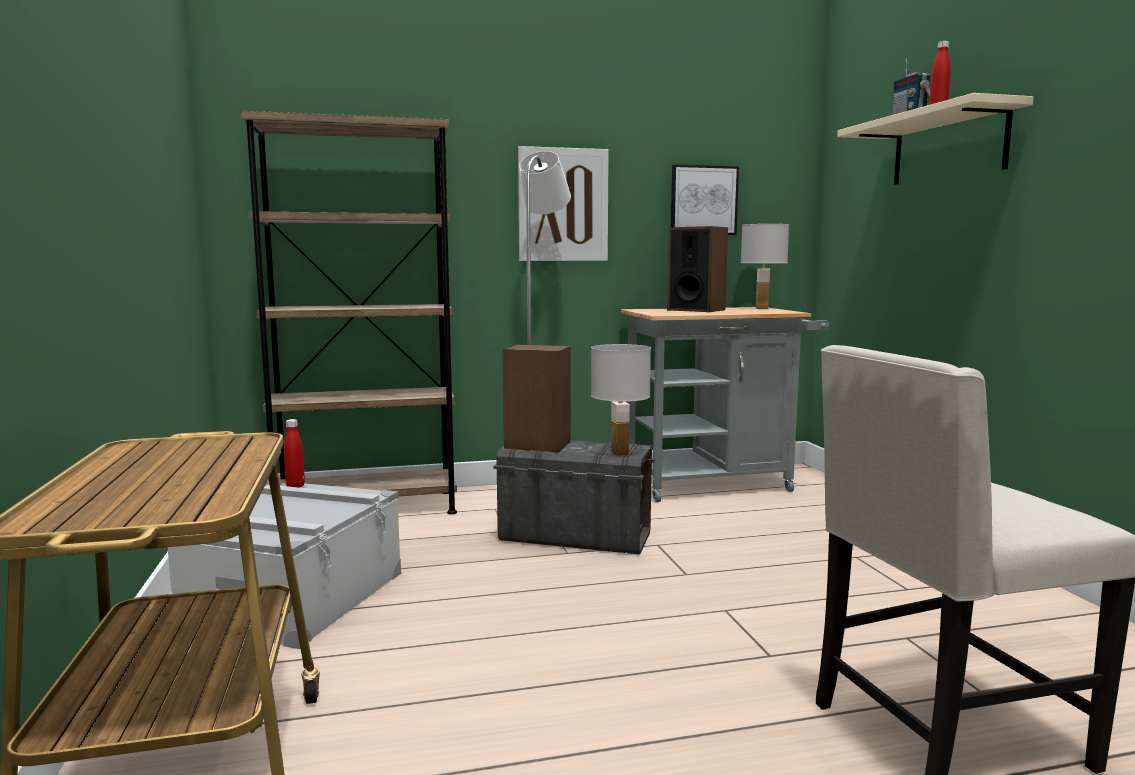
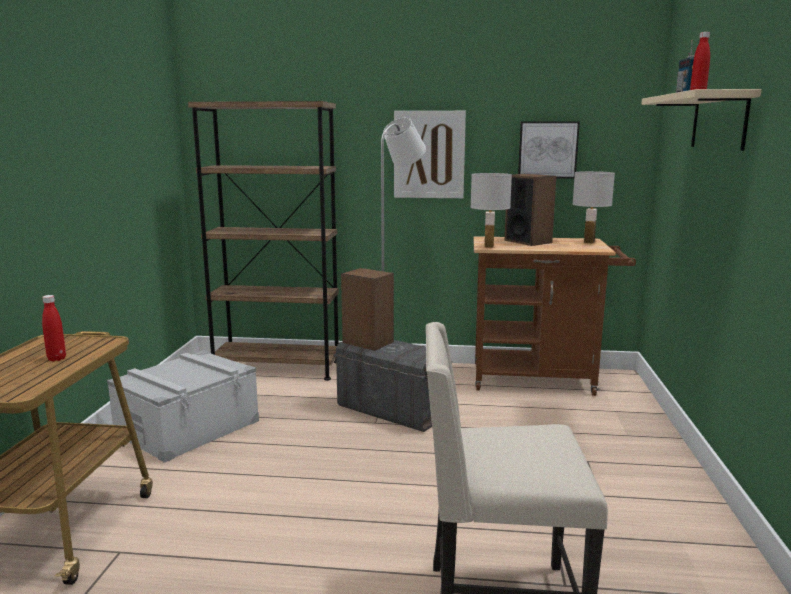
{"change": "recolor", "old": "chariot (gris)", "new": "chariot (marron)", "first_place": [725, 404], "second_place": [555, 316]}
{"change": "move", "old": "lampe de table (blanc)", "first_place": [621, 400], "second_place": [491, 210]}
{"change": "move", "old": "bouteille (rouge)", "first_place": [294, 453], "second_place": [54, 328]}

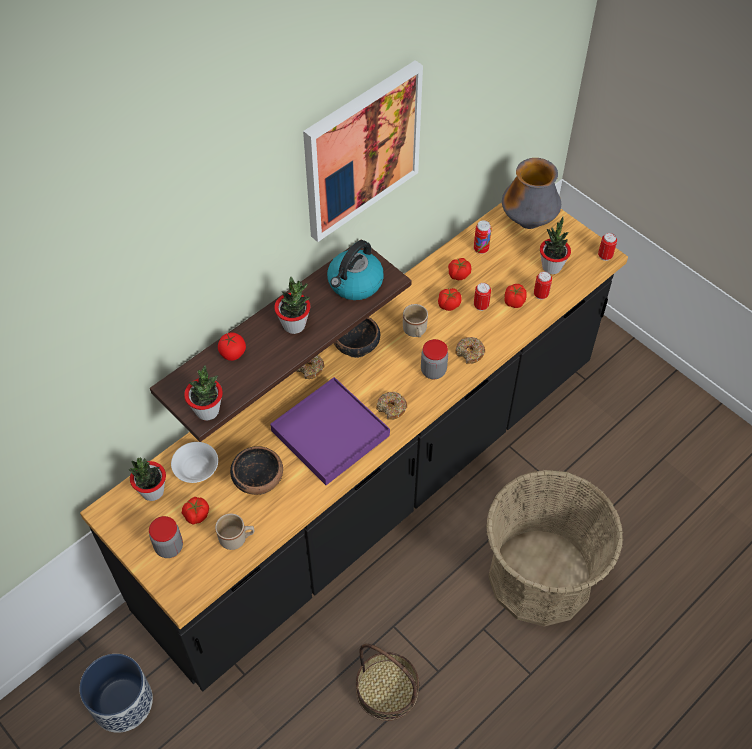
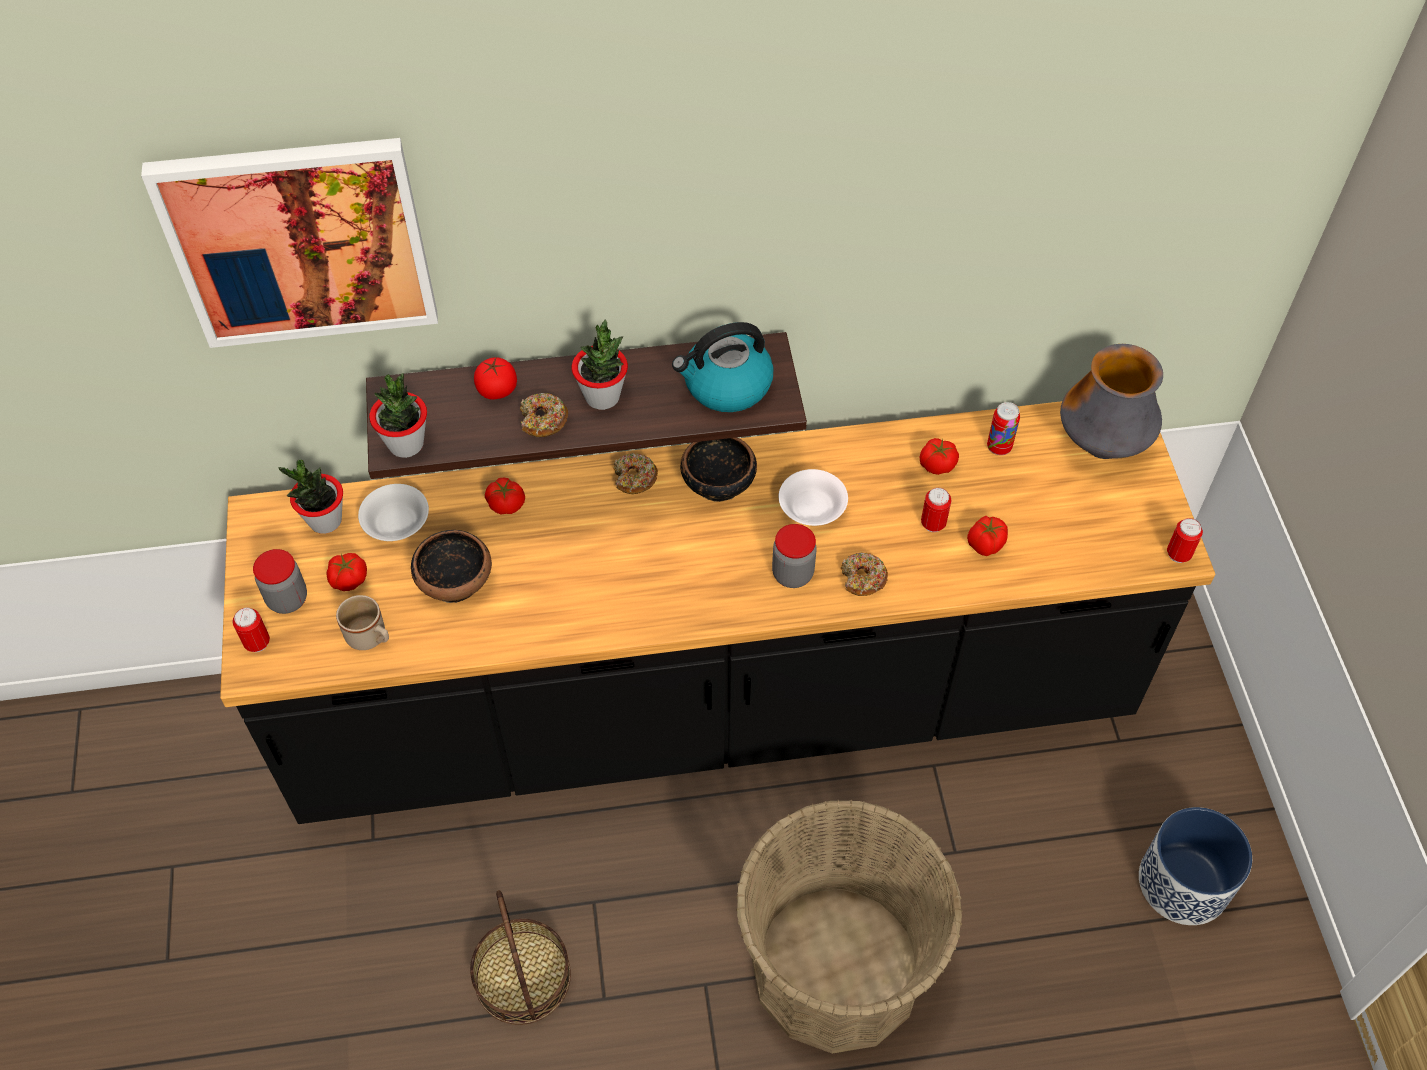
{"change": "move", "old": "tableau", "first_place": [363, 151], "second_place": [289, 243]}
{"change": "delete", "old": "plante en pot", "first_place": [555, 245]}
{"change": "move", "old": "boîte métallique", "first_place": [543, 286], "second_place": [251, 630]}
{"change": "move", "old": "tomate", "first_place": [449, 299], "second_place": [505, 495]}
{"change": "replace", "old": "mug (beige)", "new": "bol (blanc)", "first_place": [415, 320], "second_place": [813, 497]}
{"change": "delete", "old": "plateau (violet)", "first_place": [330, 431]}
{"change": "move", "old": "beignet", "first_place": [391, 406], "second_place": [544, 415]}
{"change": "move", "old": "cache-pot", "first_place": [116, 693], "second_place": [1195, 866]}

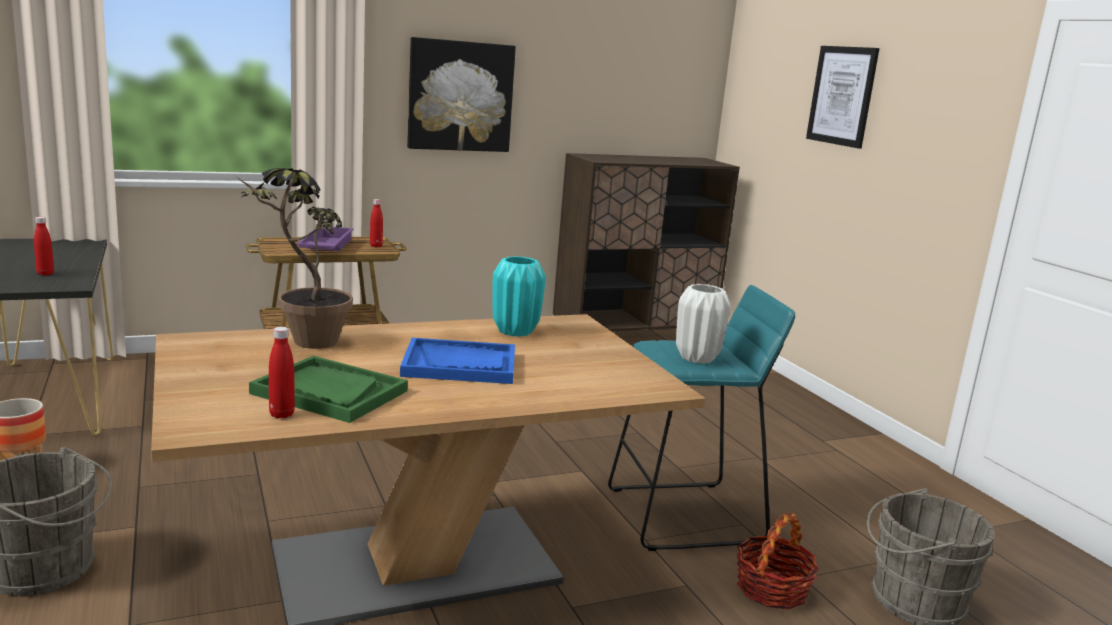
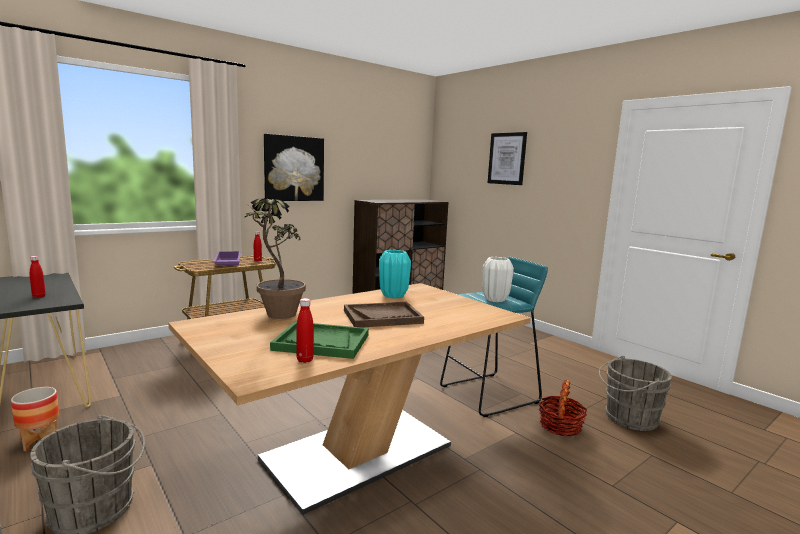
{"change": "recolor", "old": "plateau (bleu)", "new": "plateau (marron)", "first_place": [457, 361], "second_place": [384, 315]}

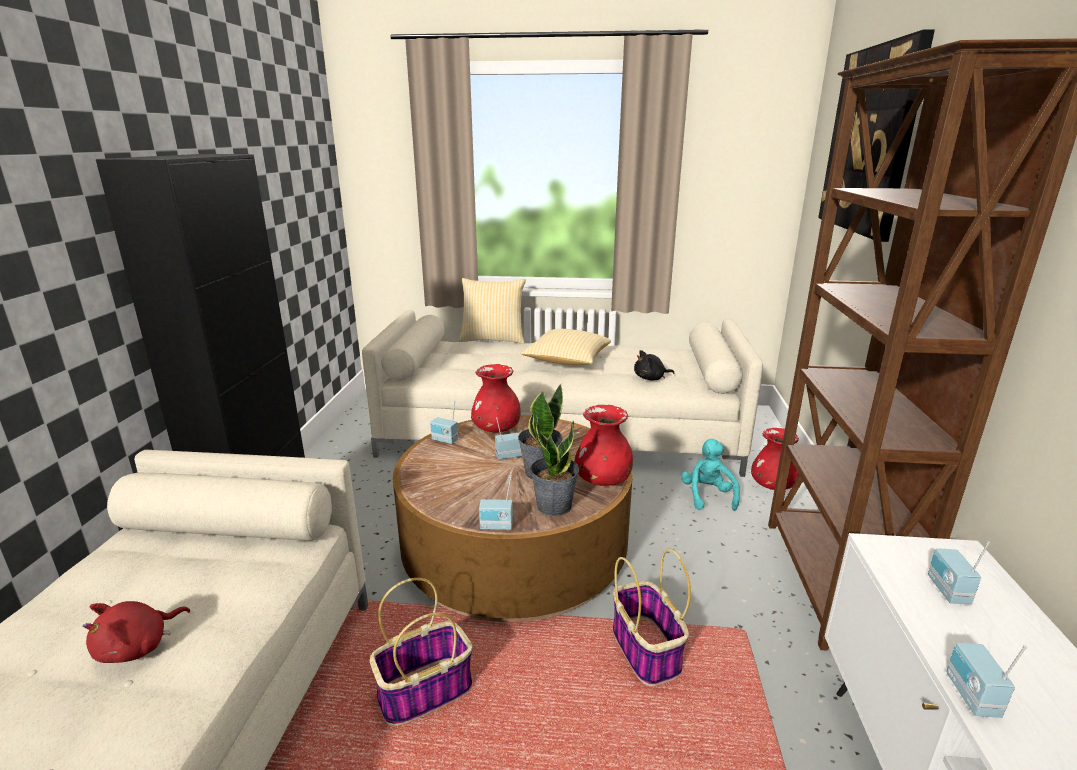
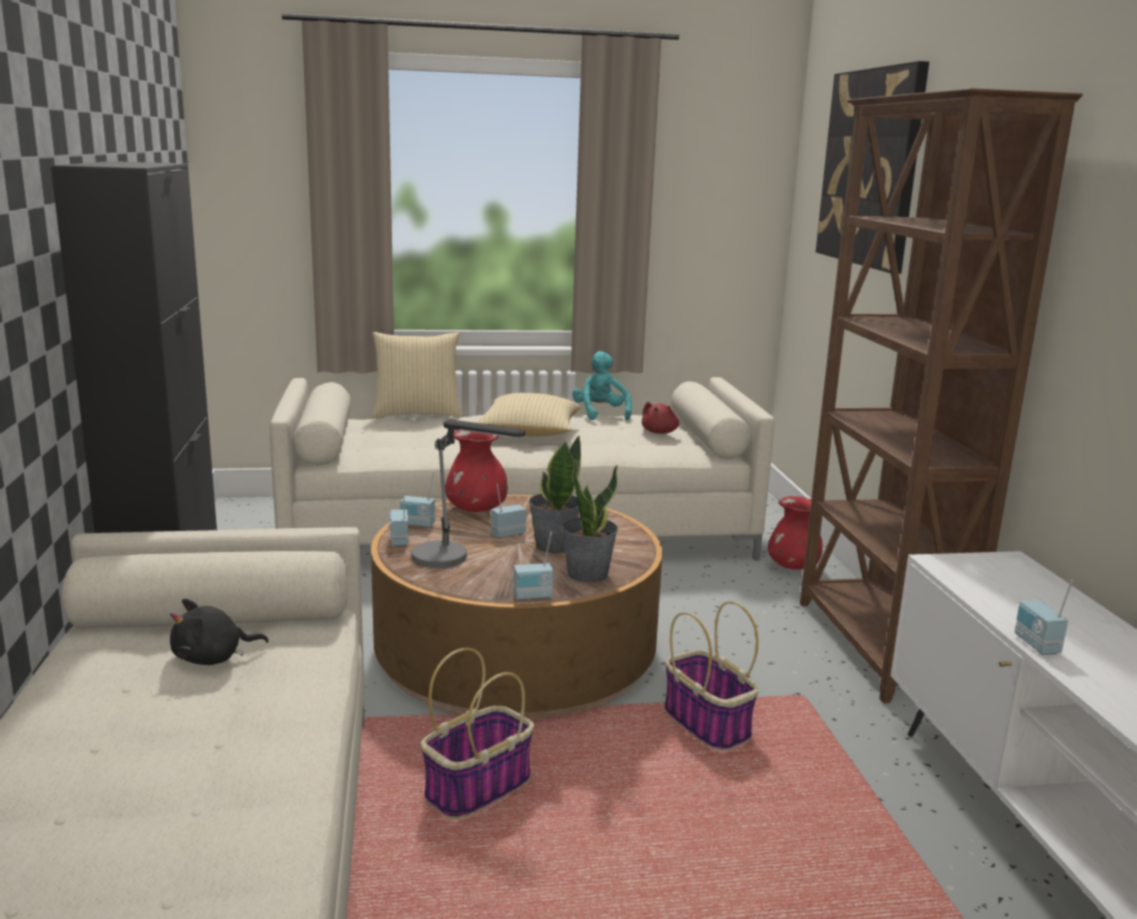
{"change": "move", "old": "peluche (noir)", "first_place": [654, 365], "second_place": [219, 632]}
{"change": "delete", "old": "vase (rouge)", "first_place": [603, 445]}
{"change": "move", "old": "peluche (turquoise)", "first_place": [710, 475], "second_place": [602, 385]}
{"change": "move", "old": "radio", "first_place": [959, 573], "second_place": [398, 518]}
{"change": "move", "old": "peluche (rouge)", "first_place": [136, 632], "second_place": [660, 418]}
{"change": "insert", "new": "lampe de table", "second_place": [468, 493]}

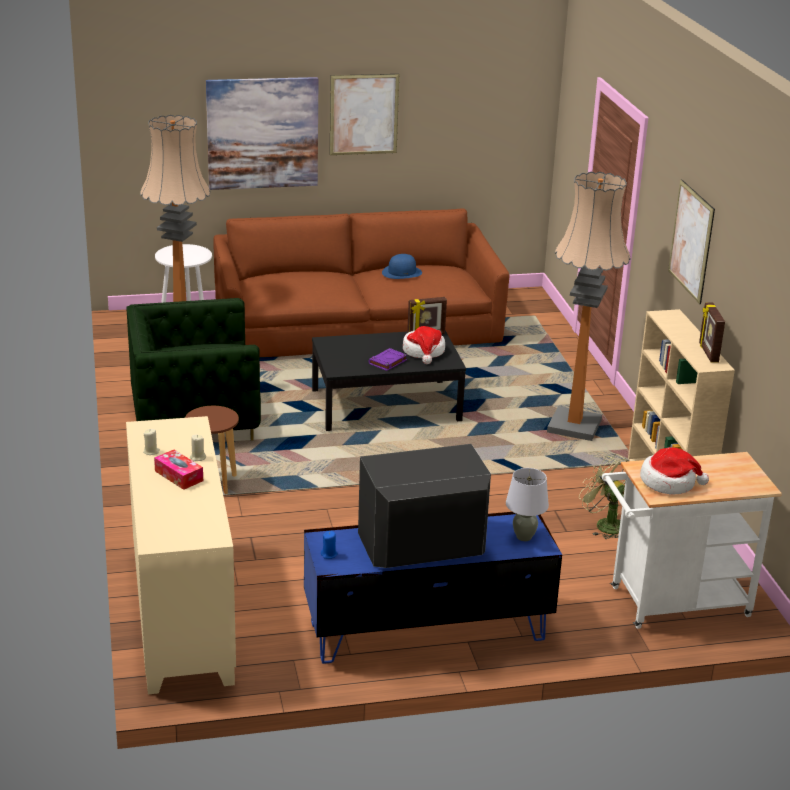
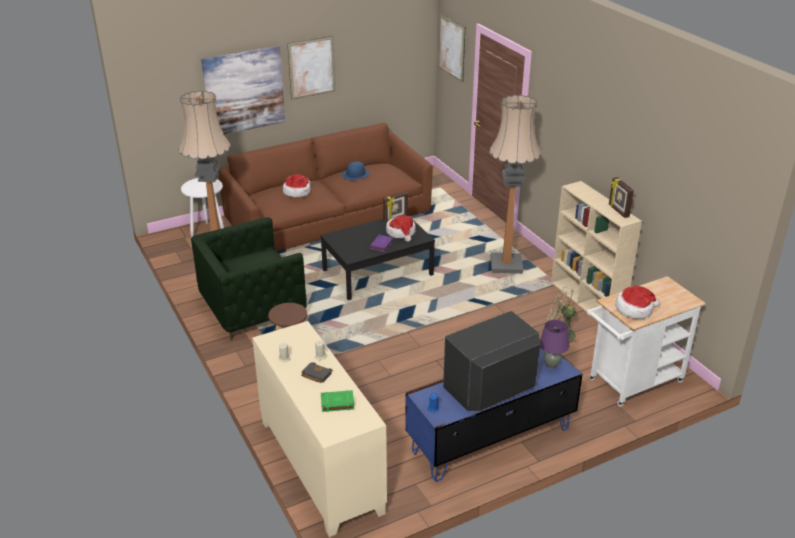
{"change": "move", "old": "tableau", "first_place": [691, 241], "second_place": [452, 48]}
{"change": "replace", "old": "boîte à mouchoirs", "new": "livre (noir)", "first_place": [178, 470], "second_place": [316, 372]}
{"change": "recolor", "old": "lampe de table (gris)", "new": "lampe de table (violet)", "first_place": [527, 504], "second_place": [554, 344]}
{"change": "insert", "new": "chapeau", "second_place": [297, 185]}
{"change": "insert", "new": "livre (vert)", "second_place": [338, 401]}

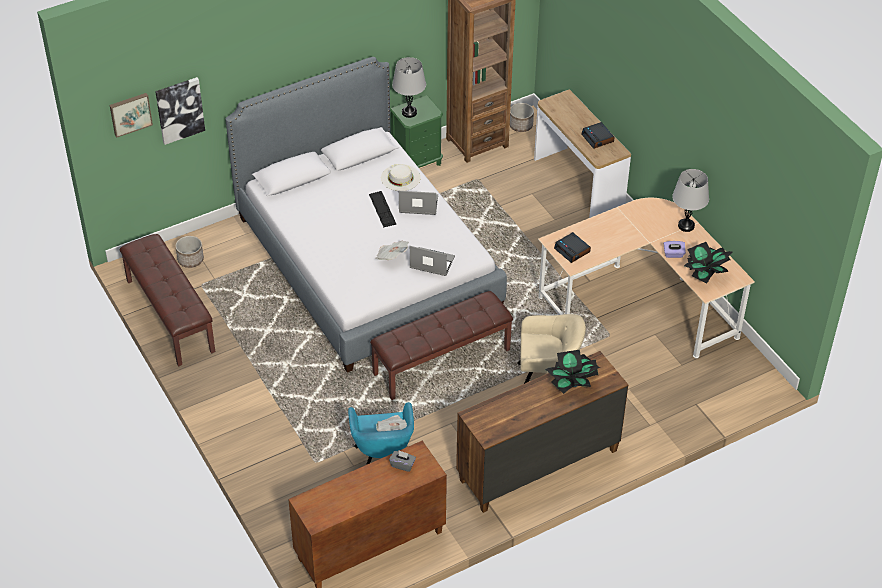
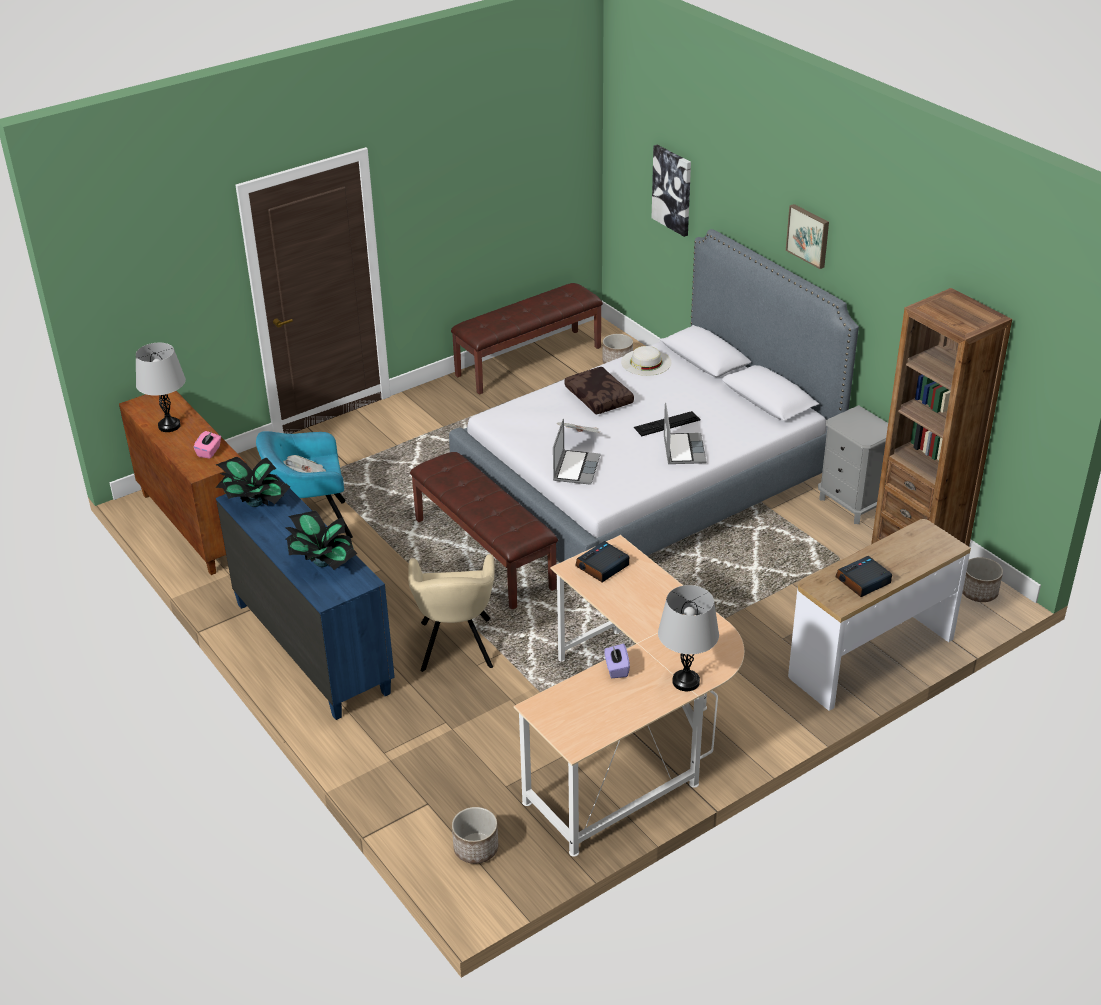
{"change": "move", "old": "lampe de table (gris)", "first_place": [409, 87], "second_place": [161, 387]}
{"change": "move", "old": "tableau", "first_place": [131, 115], "second_place": [807, 236]}
{"change": "recolor", "old": "table de chevet (vert)", "new": "table de chevet (gris)", "first_place": [416, 131], "second_place": [853, 464]}
{"change": "move", "old": "chapeau (blanc)", "first_place": [401, 177], "second_place": [646, 361]}
{"change": "move", "old": "plante en pot", "first_place": [708, 263], "second_place": [252, 482]}
{"change": "recolor", "old": "commode (marron)", "new": "commode (bleu)", "first_place": [542, 432], "second_place": [305, 597]}
{"change": "recolor", "old": "boîte à mouchoirs (gris)", "new": "boîte à mouchoirs (rose)", "first_place": [402, 461], "second_place": [207, 444]}
{"change": "insert", "new": "coussin (marron)", "second_place": [599, 390]}
{"change": "insert", "new": "cache-pot", "second_place": [475, 835]}

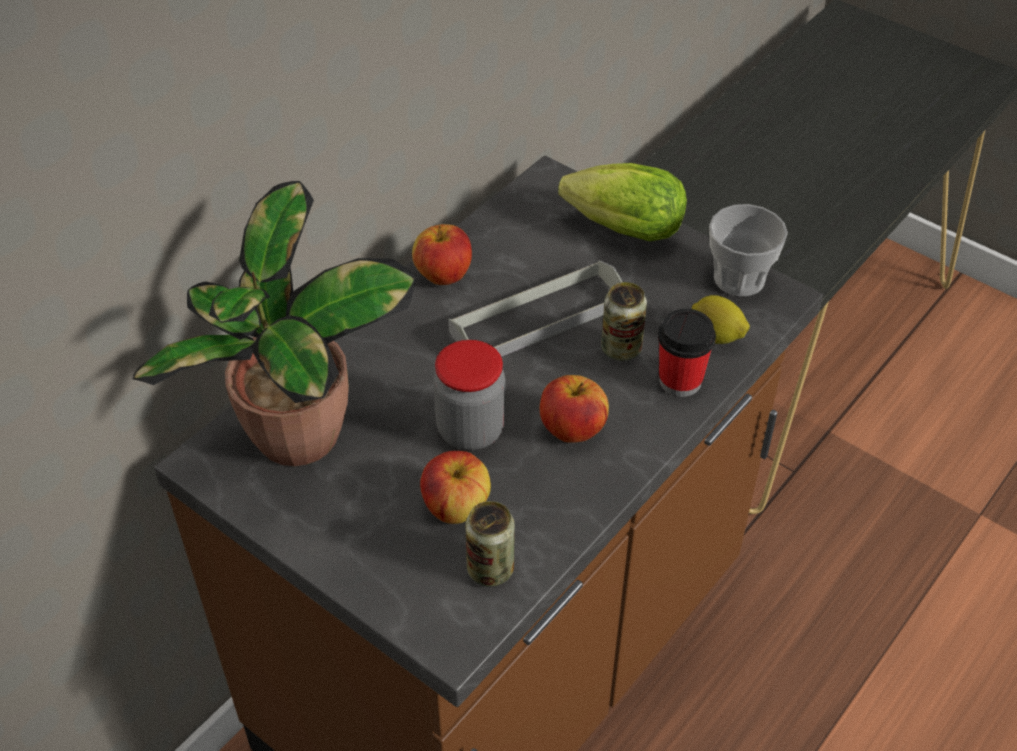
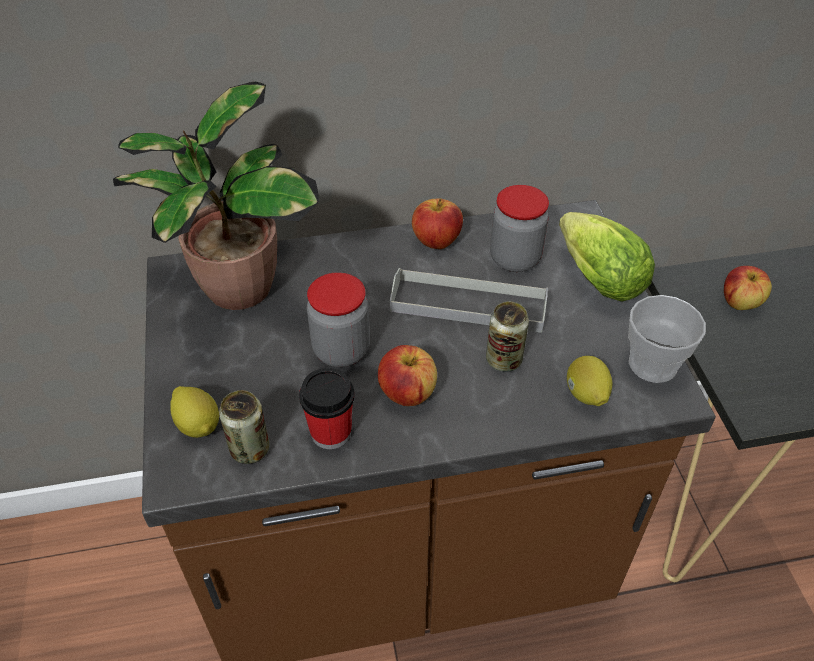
{"change": "move", "old": "tasse", "first_place": [687, 353], "second_place": [327, 408]}
{"change": "move", "old": "pomme", "first_place": [455, 487], "second_place": [748, 288]}
{"change": "insert", "new": "bocal", "second_place": [519, 228]}
{"change": "insert", "new": "citron", "second_place": [194, 412]}

